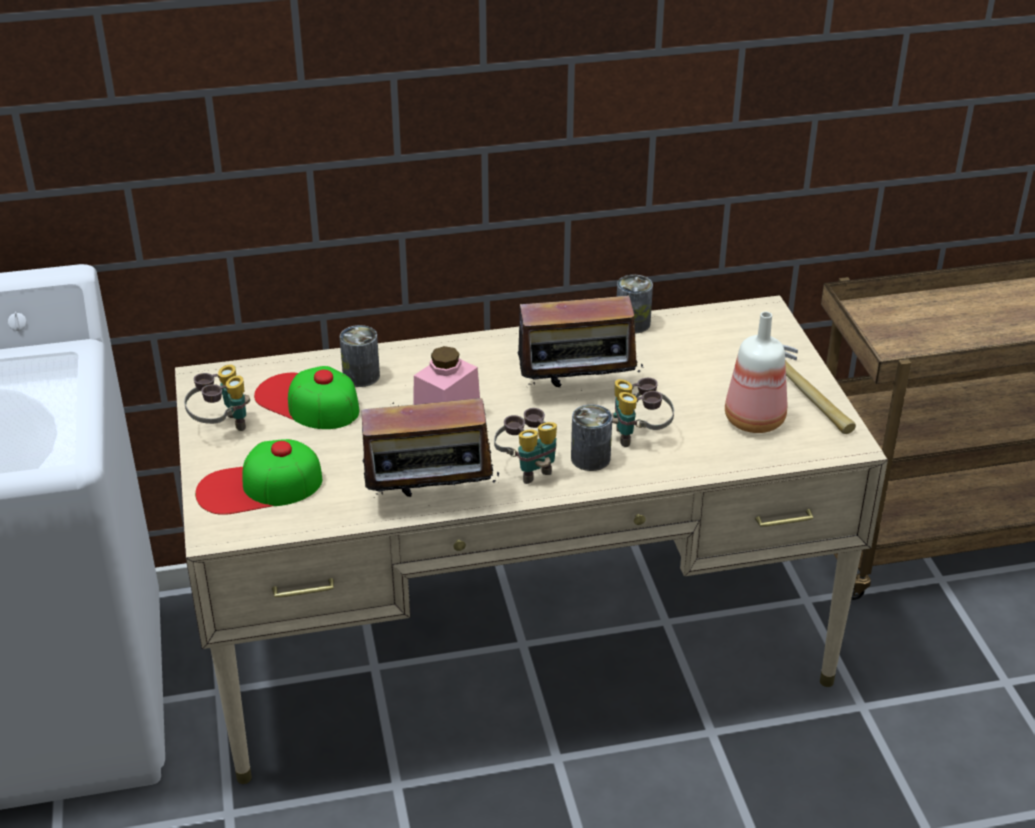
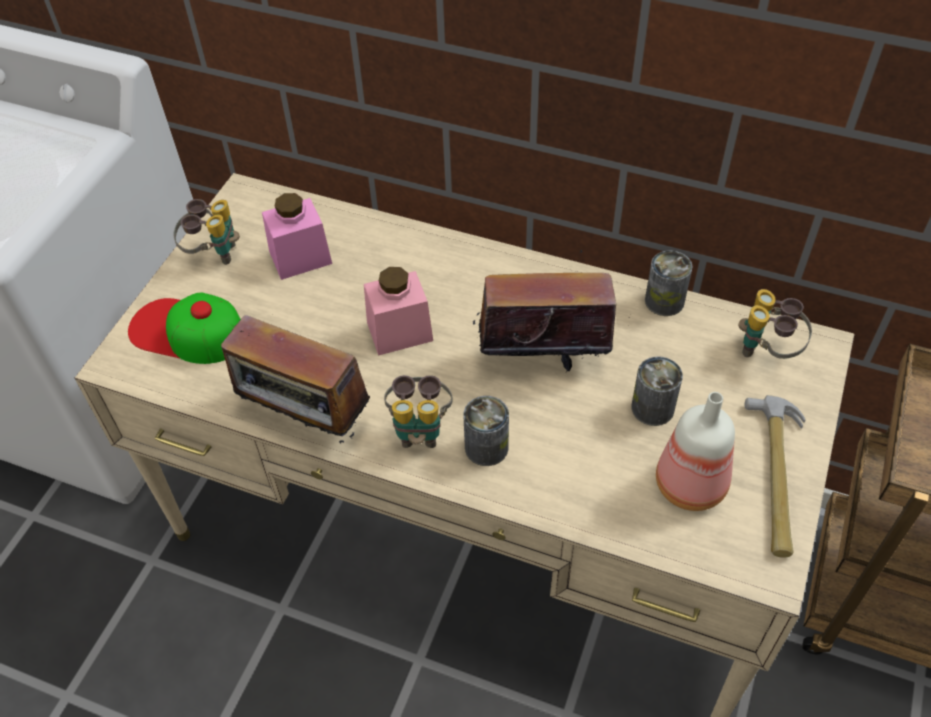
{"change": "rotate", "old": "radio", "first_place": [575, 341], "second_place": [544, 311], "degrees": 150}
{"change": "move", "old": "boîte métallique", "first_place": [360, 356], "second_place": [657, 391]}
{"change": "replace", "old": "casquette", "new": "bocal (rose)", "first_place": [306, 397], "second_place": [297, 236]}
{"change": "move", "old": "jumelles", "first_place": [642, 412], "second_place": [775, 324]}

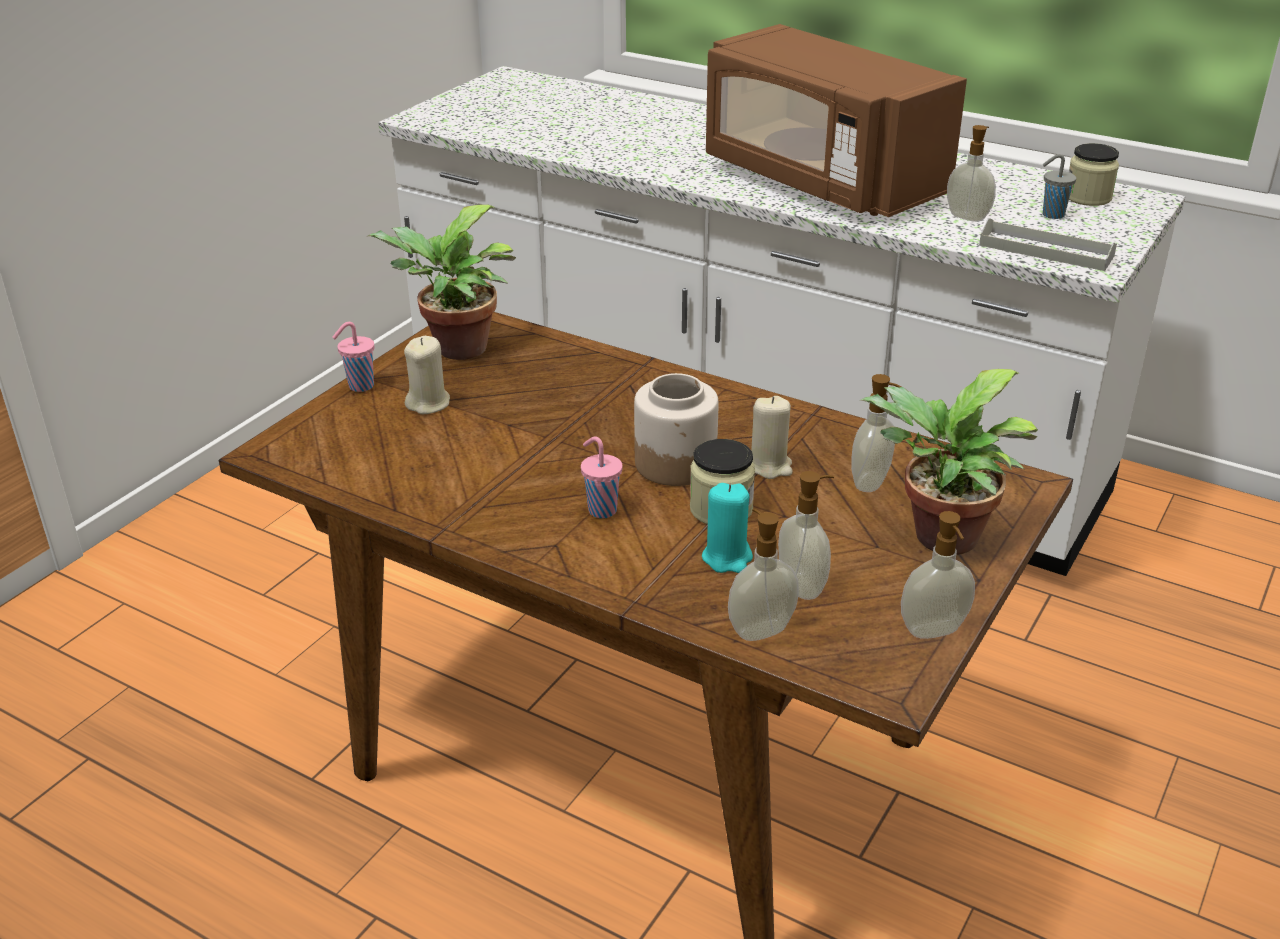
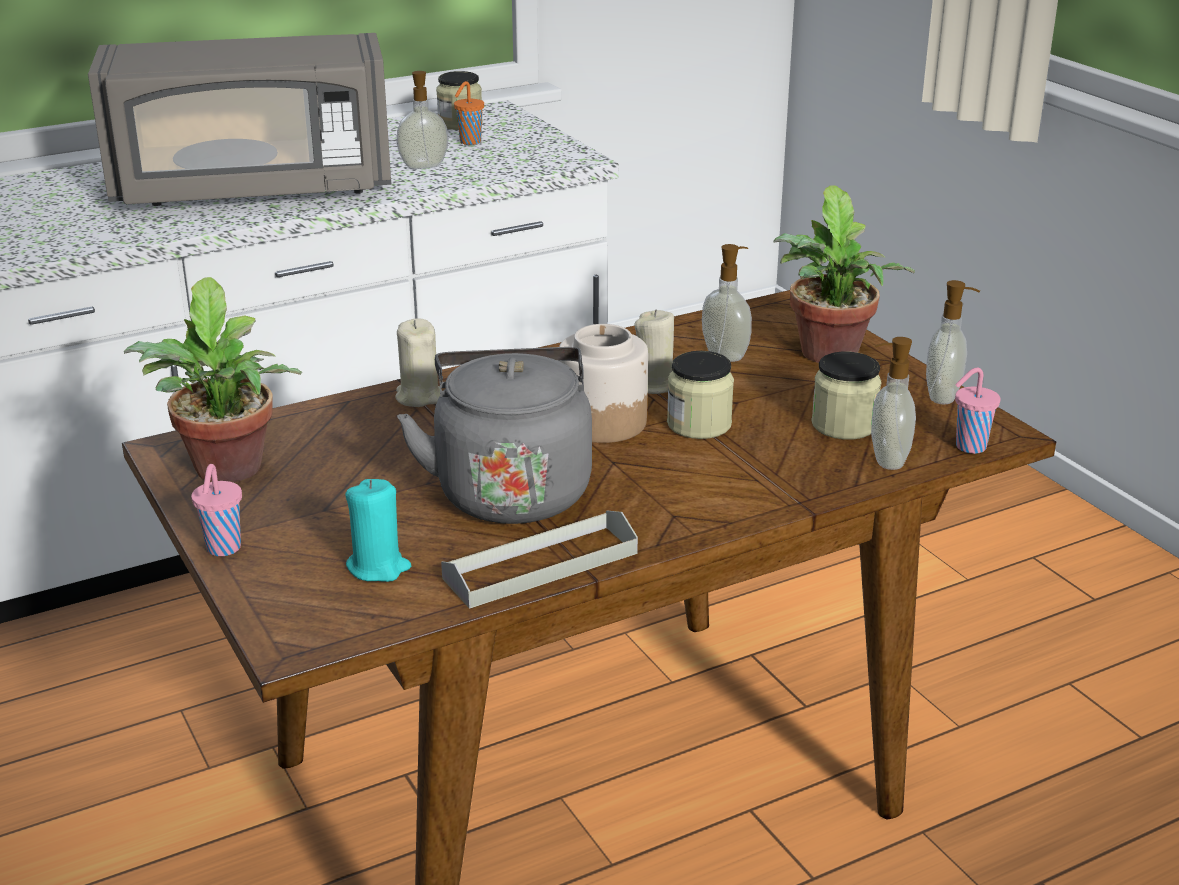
{"change": "recolor", "old": "micro-ondes (marron)", "new": "micro-ondes (gris)", "first_place": [836, 120], "second_place": [239, 119]}
{"change": "recolor", "old": "tasse (gris)", "new": "tasse (orange)", "first_place": [1059, 186], "second_place": [469, 113]}
{"change": "move", "old": "plateau (gris)", "first_place": [1048, 244], "second_place": [539, 560]}
{"change": "move", "old": "bougie (beige)", "first_place": [427, 375], "second_place": [419, 362]}
{"change": "move", "old": "tasse (rose)", "first_place": [601, 477], "second_place": [977, 411]}
{"change": "replace", "old": "distributeur de savon", "new": "bocal", "first_place": [806, 535], "second_place": [846, 396]}
{"change": "move", "old": "bougie (turquoise)", "first_place": [727, 528], "second_place": [378, 530]}
{"change": "insert", "new": "bouilloire (gris)", "second_place": [494, 435]}

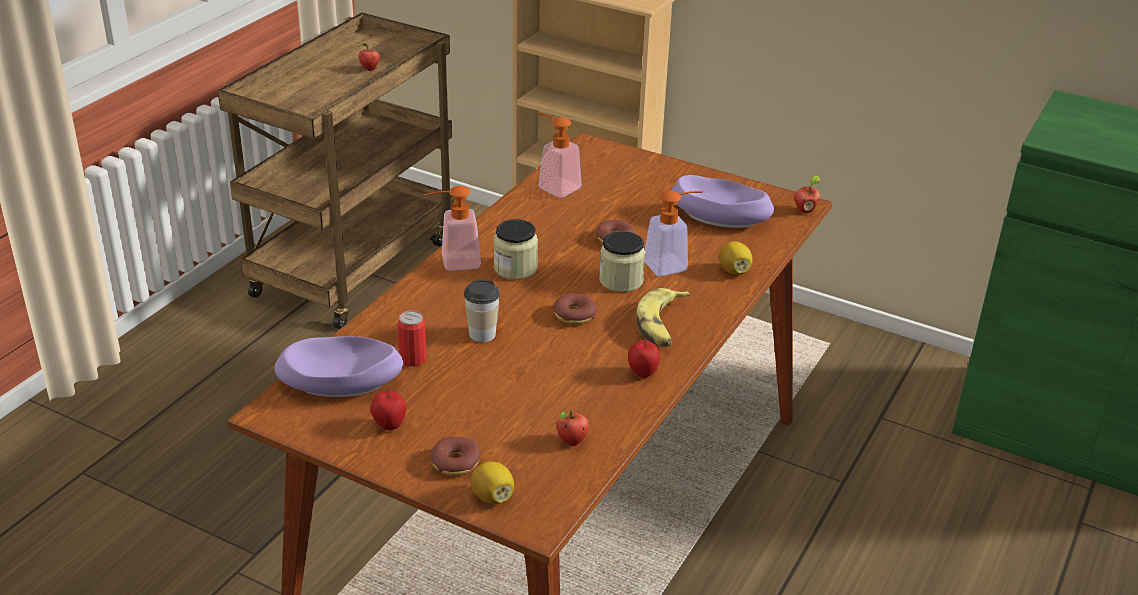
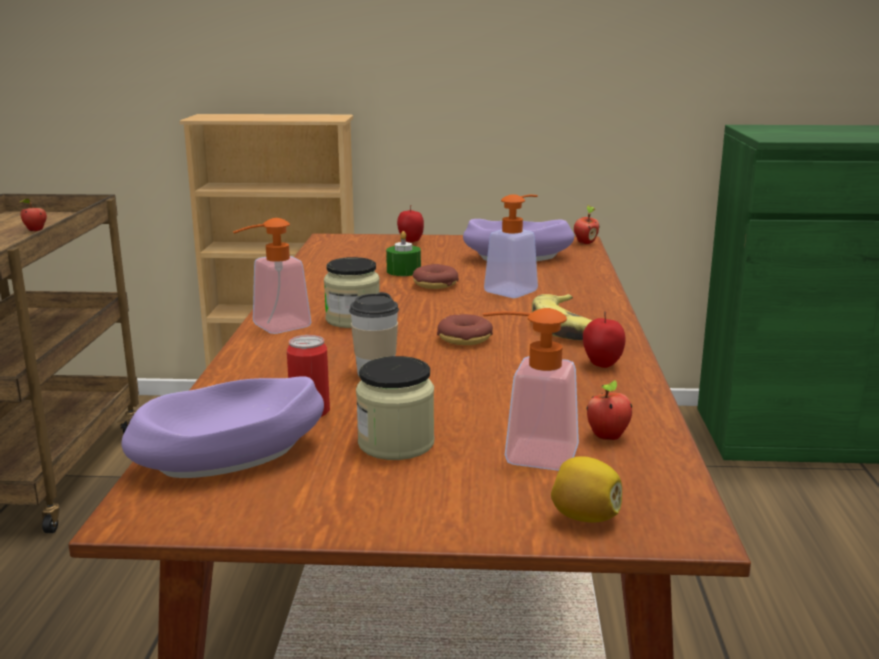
{"change": "move", "old": "distributeur de savon", "first_place": [560, 155], "second_place": [530, 389]}
{"change": "move", "old": "bocal", "first_place": [622, 261], "second_place": [395, 408]}
{"change": "delete", "old": "citron", "first_place": [735, 258]}
{"change": "move", "old": "pomme", "first_place": [388, 409], "second_place": [410, 224]}
{"change": "delete", "old": "beignet", "first_place": [456, 456]}
{"change": "insert", "new": "bougie (vert)", "second_place": [403, 253]}

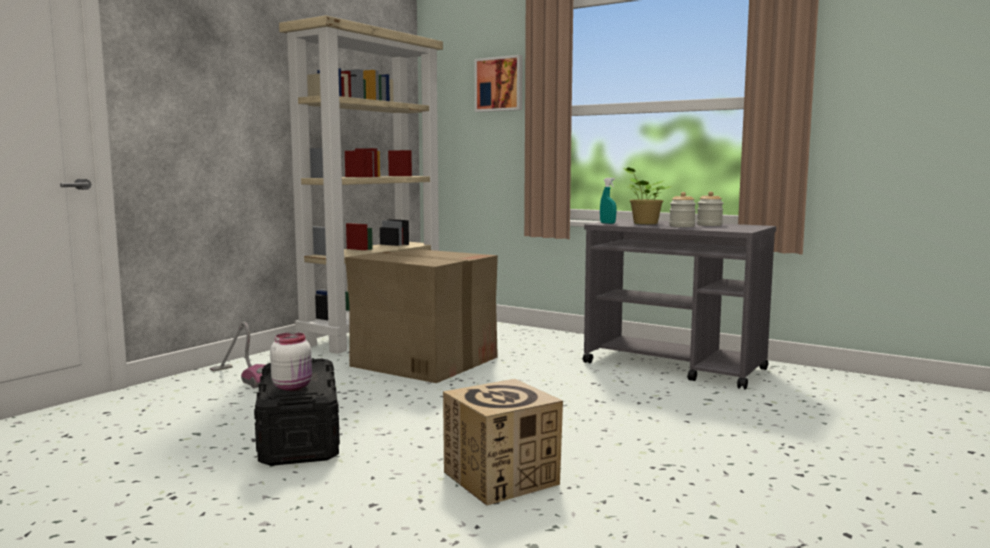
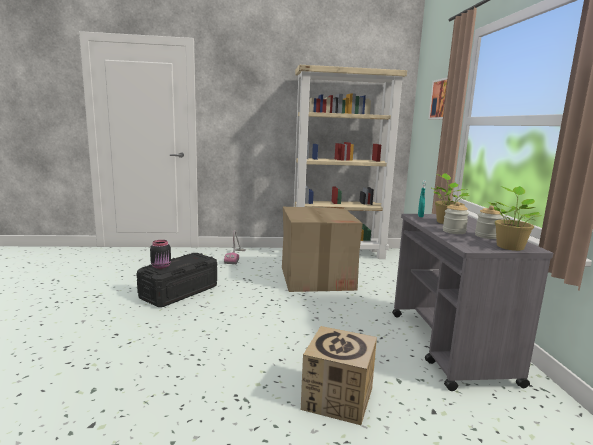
{"change": "recolor", "old": "bocal (blanc)", "new": "bocal (noir)", "first_place": [291, 361], "second_place": [160, 254]}
{"change": "move", "old": "carton", "first_place": [503, 442], "second_place": [339, 375]}
{"change": "insert", "new": "plante en pot", "second_place": [514, 218]}

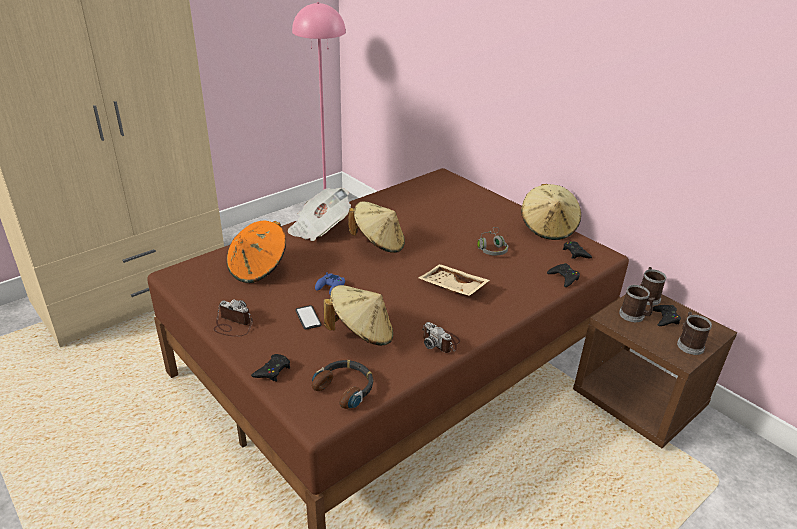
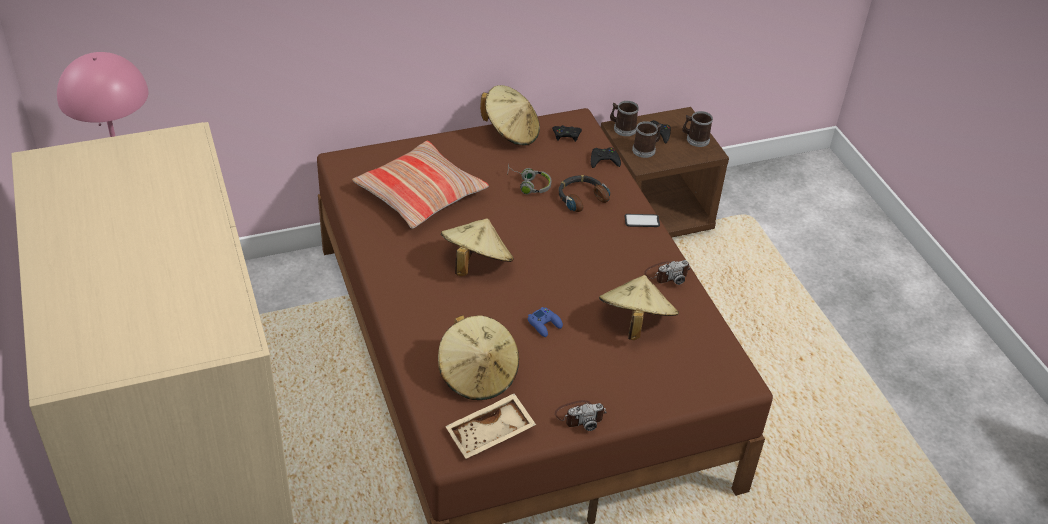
{"change": "delete", "old": "journal", "first_place": [319, 214]}
{"change": "recolor", "old": "chapeau (orange)", "new": "chapeau (beige)", "first_place": [256, 252], "second_place": [478, 357]}
{"change": "move", "old": "plateau (beige)", "first_place": [454, 280], "second_place": [490, 426]}
{"change": "rotate", "old": "appareil photo", "first_place": [233, 318], "second_place": [581, 415], "degrees": -150}
{"change": "move", "old": "téléphone", "first_place": [308, 317], "second_place": [642, 220]}
{"change": "delete", "old": "manette (noir)", "first_place": [270, 368]}
{"change": "move", "old": "casque audio", "first_place": [342, 384], "second_place": [584, 193]}
{"change": "insert", "new": "coussin", "second_place": [420, 185]}

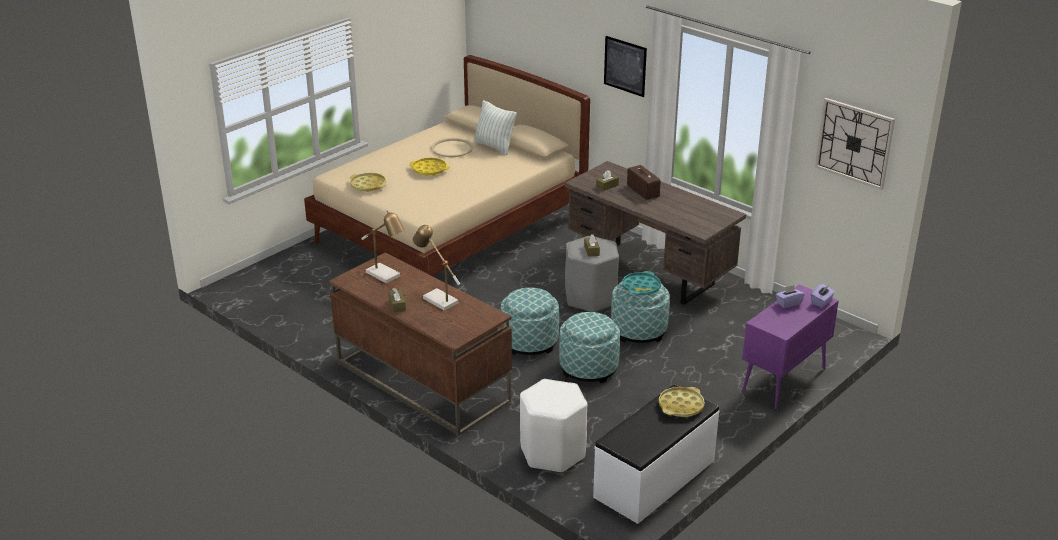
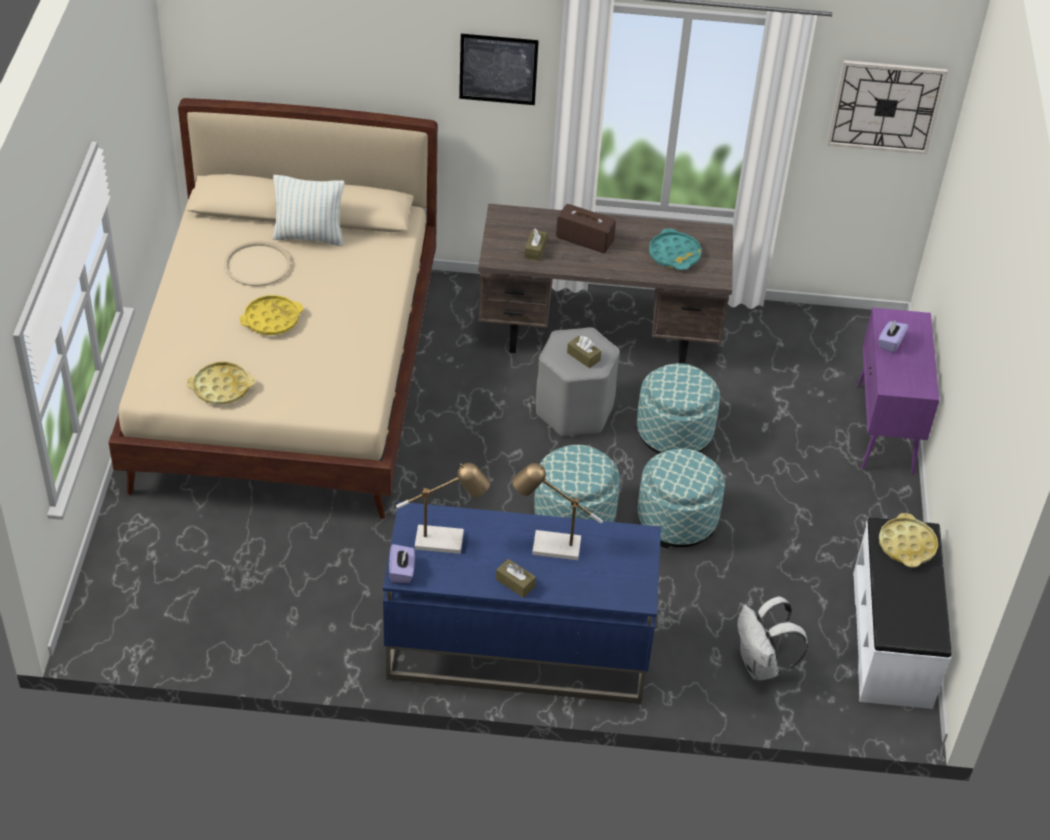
{"change": "recolor", "old": "bureau (marron)", "new": "bureau (bleu)", "first_place": [420, 344], "second_place": [522, 603]}
{"change": "move", "old": "plateau (turquoise)", "first_place": [641, 283], "second_place": [675, 249]}
{"change": "move", "old": "boîte à mouchoirs (violet)", "first_place": [823, 296], "second_place": [402, 563]}
{"change": "replace", "old": "tabouret (blanc)", "new": "sac à dos (blanc)", "first_place": [553, 426], "second_place": [772, 638]}

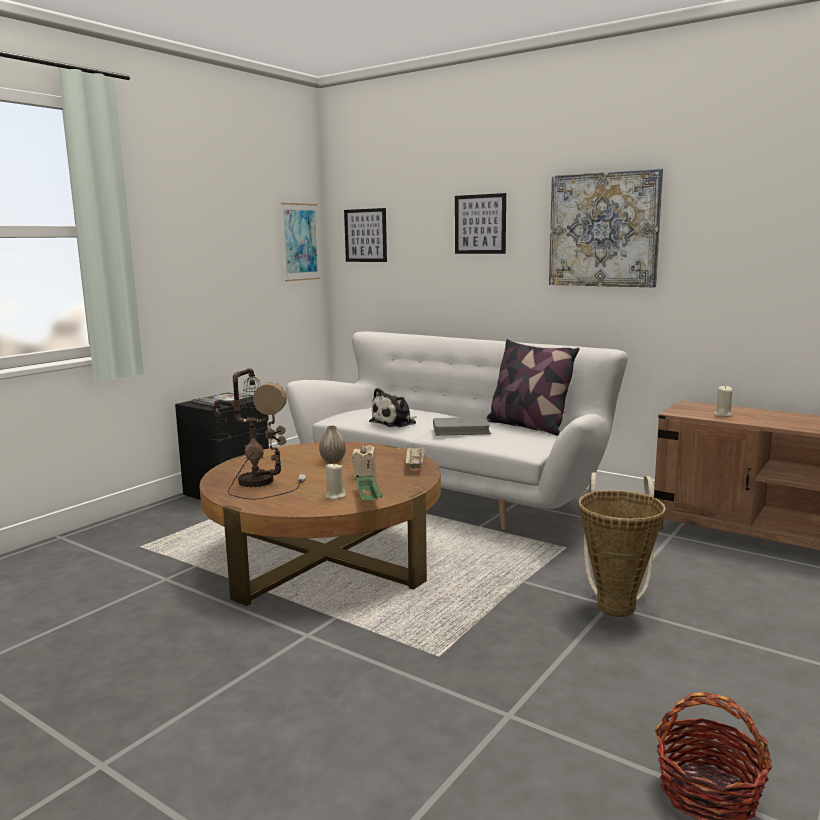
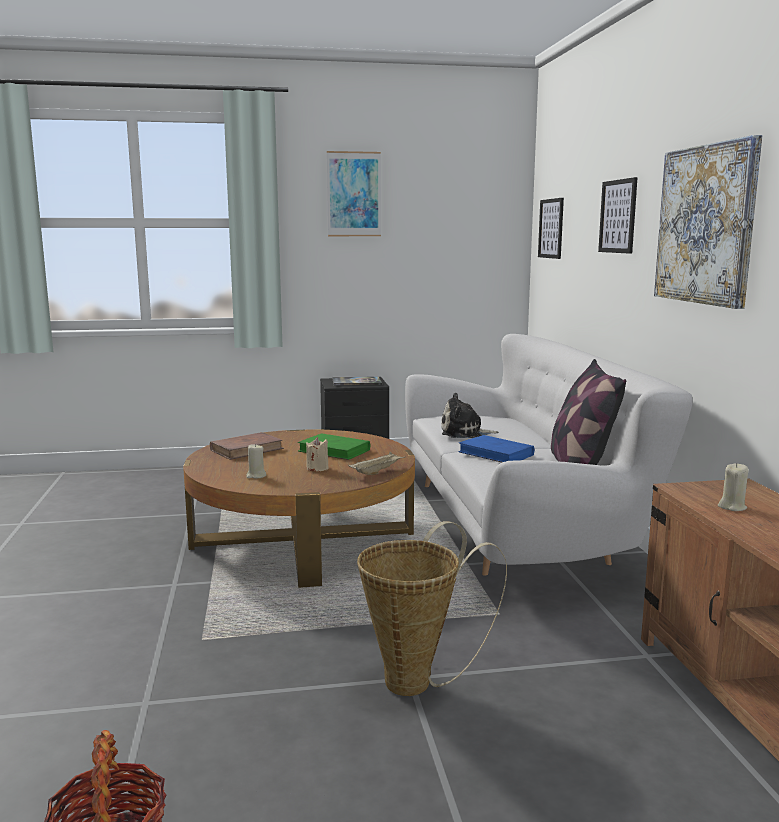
{"change": "move", "old": "tableau", "first_place": [300, 242], "second_place": [354, 193]}
{"change": "replace", "old": "lampe de table", "new": "livre (marron)", "first_place": [256, 434], "second_place": [247, 446]}
{"change": "recolor", "old": "livre (gris)", "new": "livre (bleu)", "first_place": [462, 426], "second_place": [496, 449]}
{"change": "replace", "old": "vase", "new": "livre (vert)", "first_place": [332, 444], "second_place": [334, 446]}
{"change": "delete", "old": "plateau (vert)", "first_place": [369, 487]}

